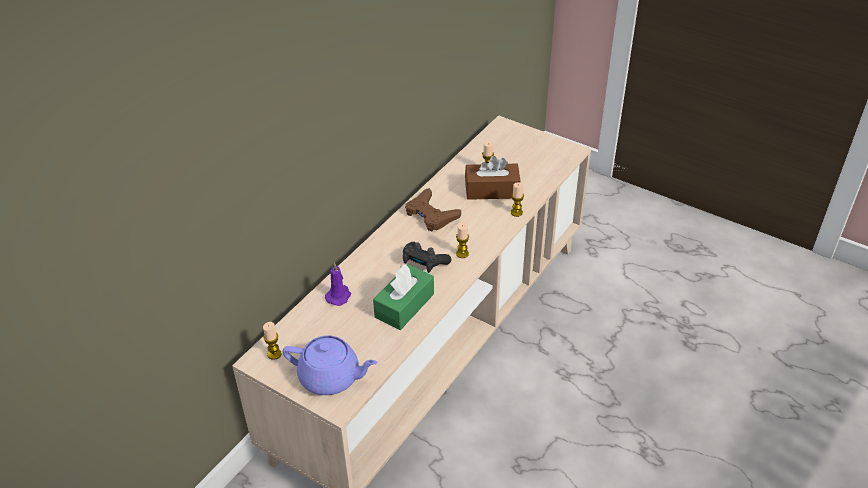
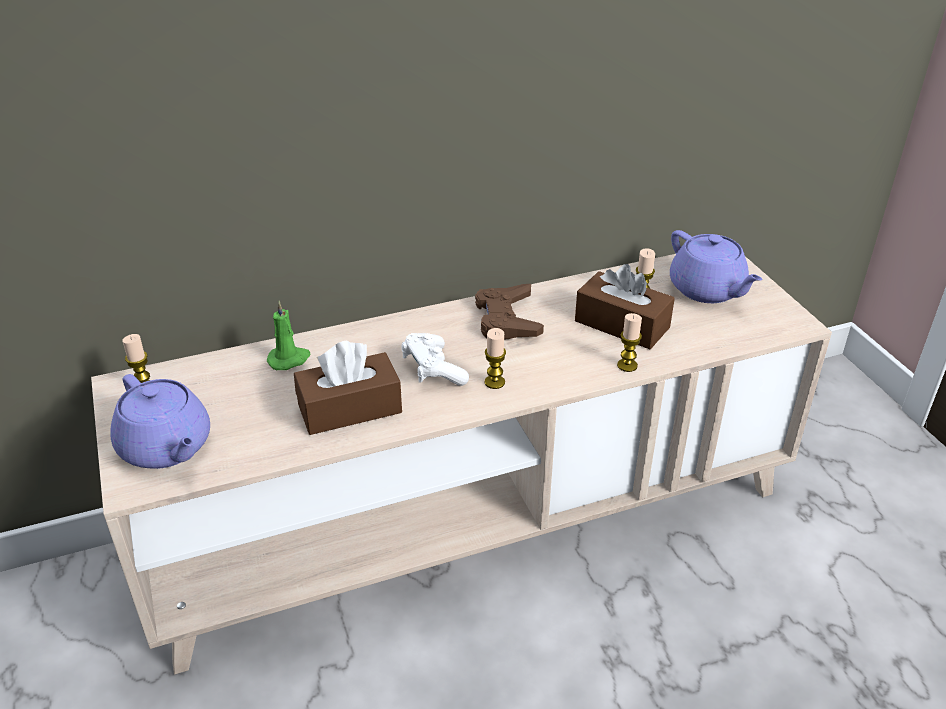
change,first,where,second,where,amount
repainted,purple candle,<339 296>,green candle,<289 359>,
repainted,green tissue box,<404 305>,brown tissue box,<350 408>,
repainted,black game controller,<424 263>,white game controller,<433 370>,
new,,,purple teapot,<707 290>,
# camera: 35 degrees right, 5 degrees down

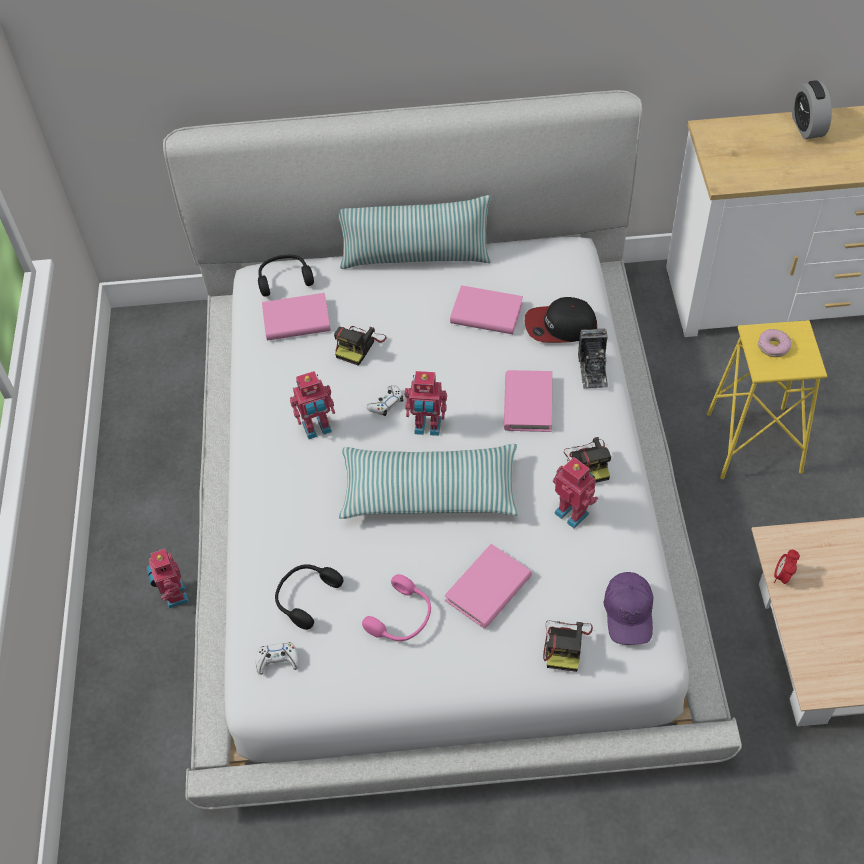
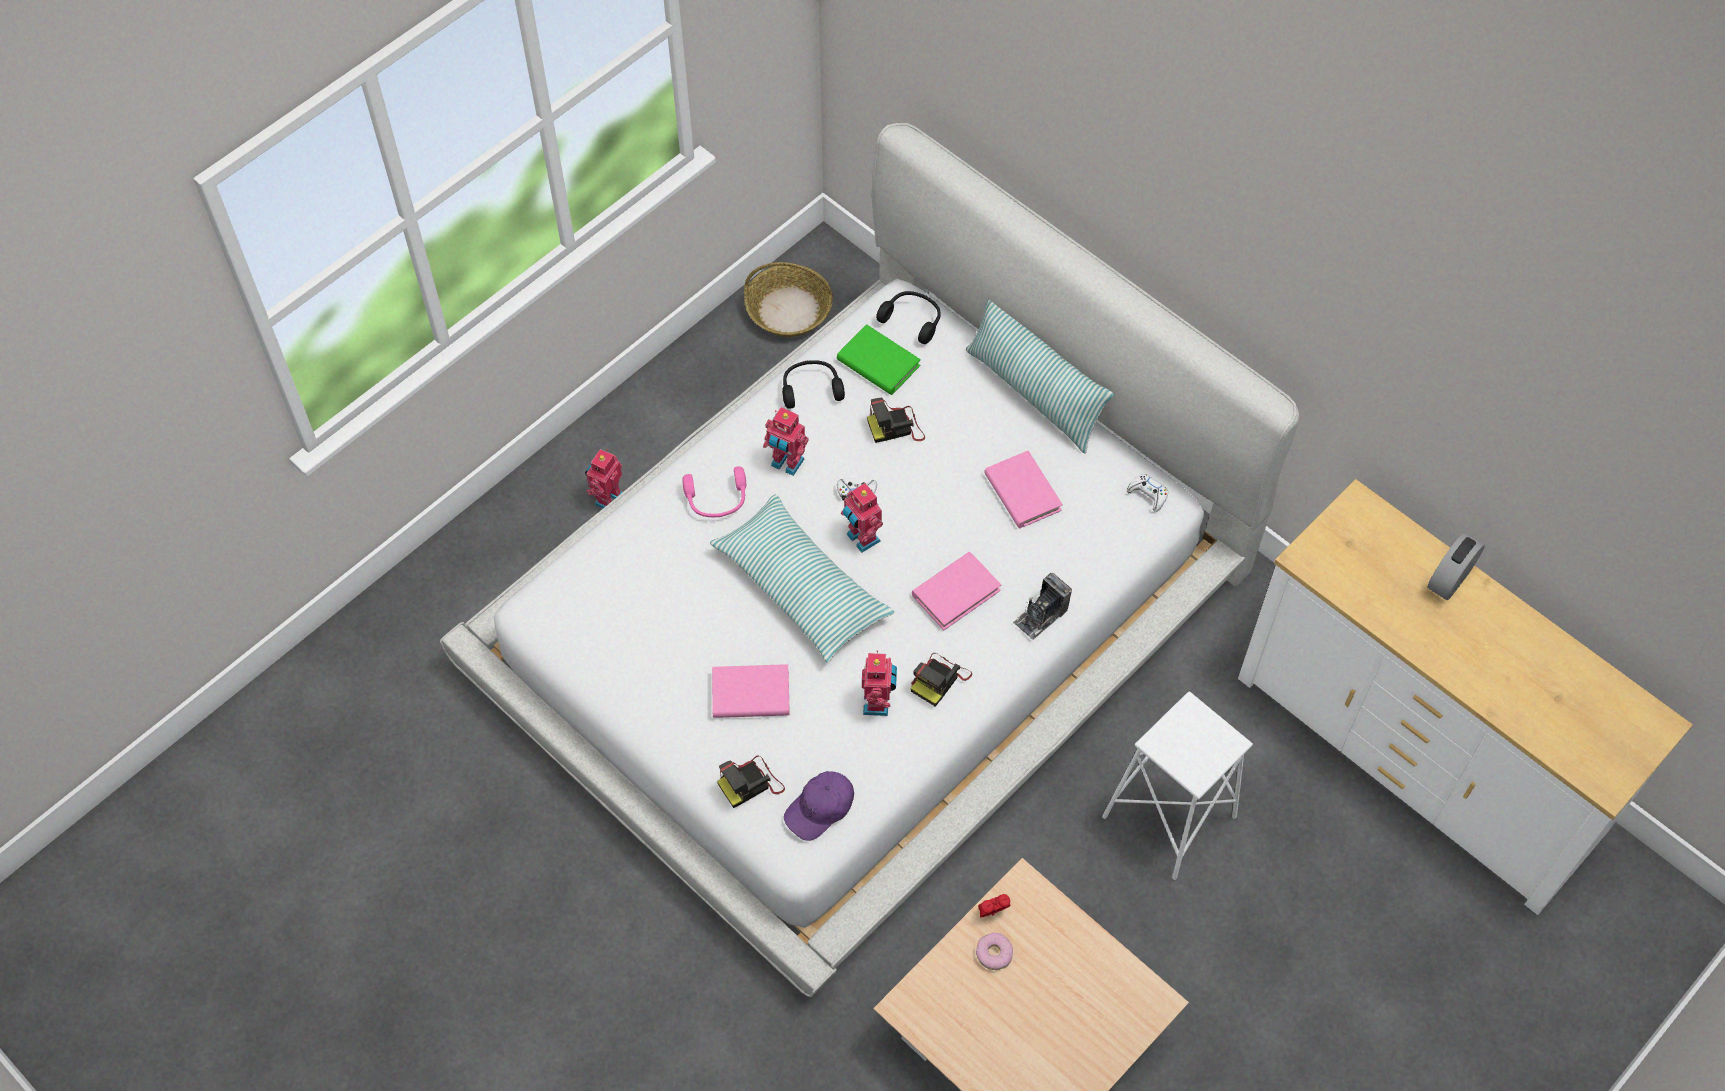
change,first,where,second,where,amount
shifted,white game controller,<278 661>,,<1148 495>,
repainted,pink book,<296 320>,green book,<878 363>,
shifted,black headphones,<305 597>,,<811 388>,
shifted,pink headphones,<402 618>,,<717 500>,
gone,cap,<560 326>,,,
repainted,yellow stool,<752 443>,white stool,<1169 817>,
shifted,donut,<773 346>,,<994 953>,
new,,,basket,<789 310>,
# camera: 45 degrees right, 5 degrees up

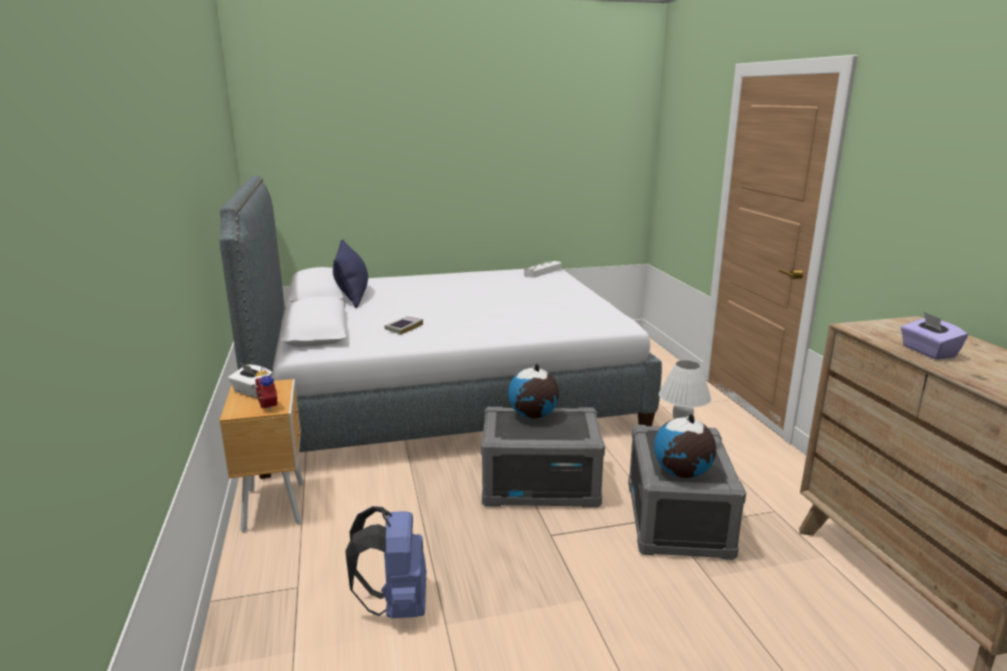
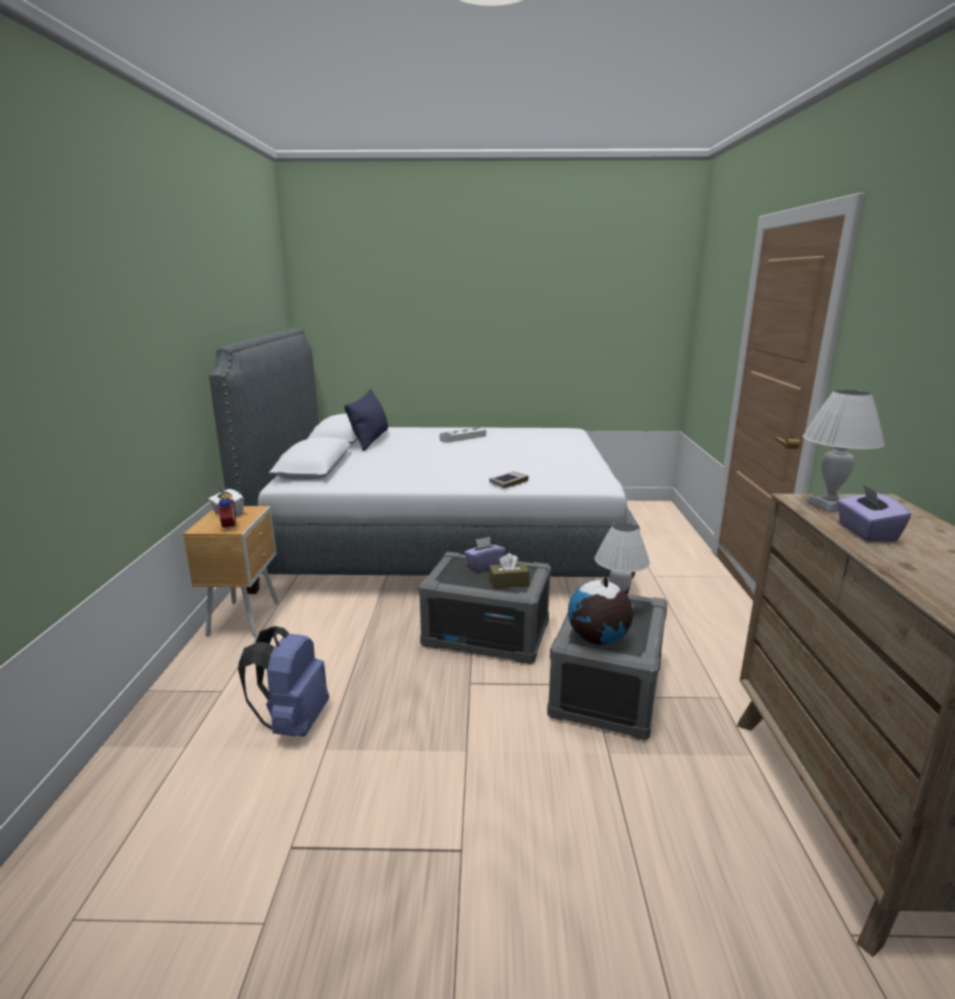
change,first,where,second,where,amount
shifted,book,<404 328>,,<508 482>,
swapped,globe,<533 416>,purple tissue box,<484 565>,
shifted,grey tray,<543 272>,,<463 438>,
new,,,brown tissue box,<508 582>,
new,,,white table lamp,<829 505>,
# camera: 15 degrees right, 0 degrees up

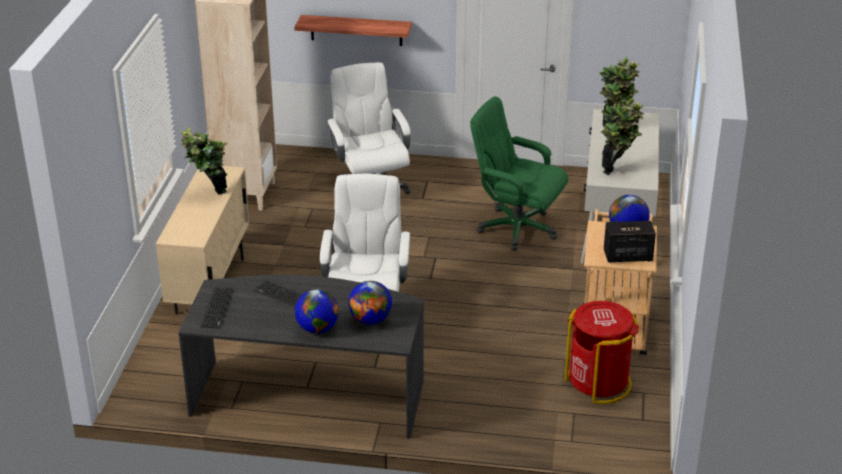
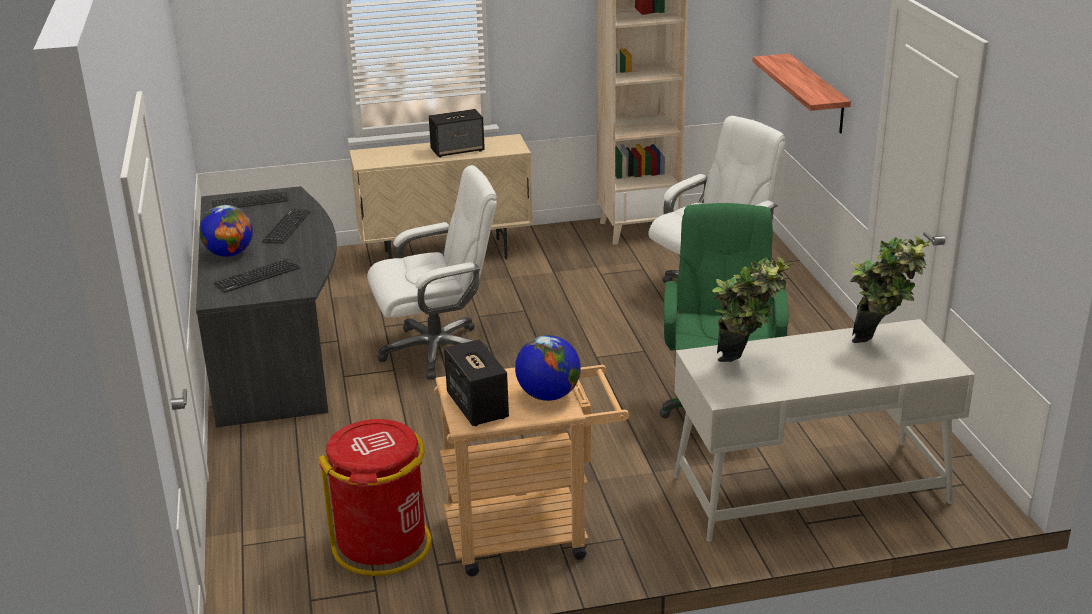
change,first,where,second,where,amount
swapped,potted plant,<209 195>,speaker,<458 150>,
swapped,globe,<370 320>,keyboard,<257 276>,
# camera: 70 degrees right, 5 degrees down

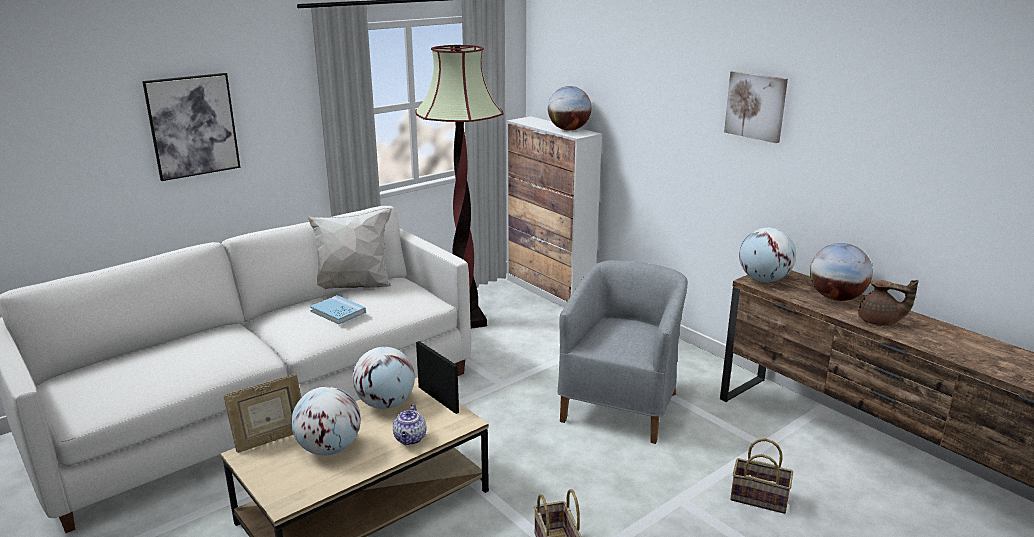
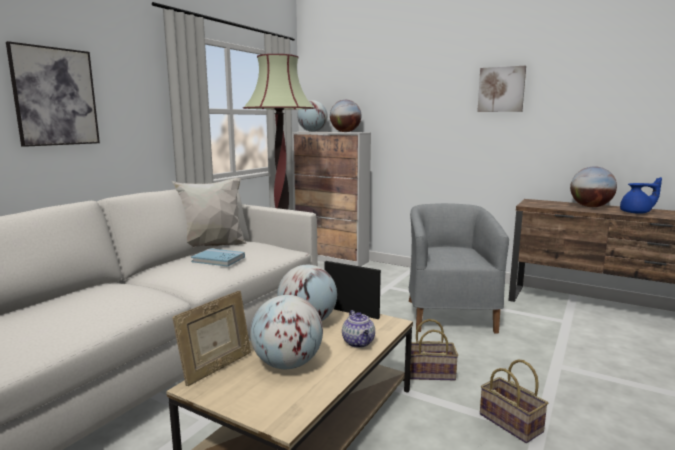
change,first,where,second,where,amount
shifted,basket,<760 498>,,<431 373>,
shifted,globe,<764 280>,,<312 131>,
repainted,brown teapot,<880 322>,blue teapot,<636 213>,
# camera: 20 degrees left, 10 degrees down

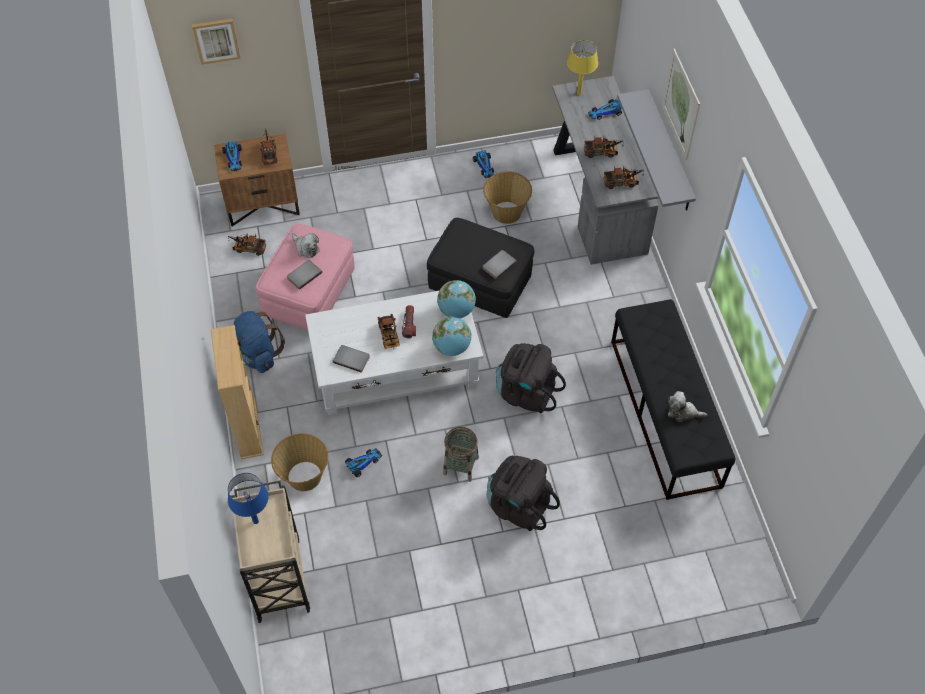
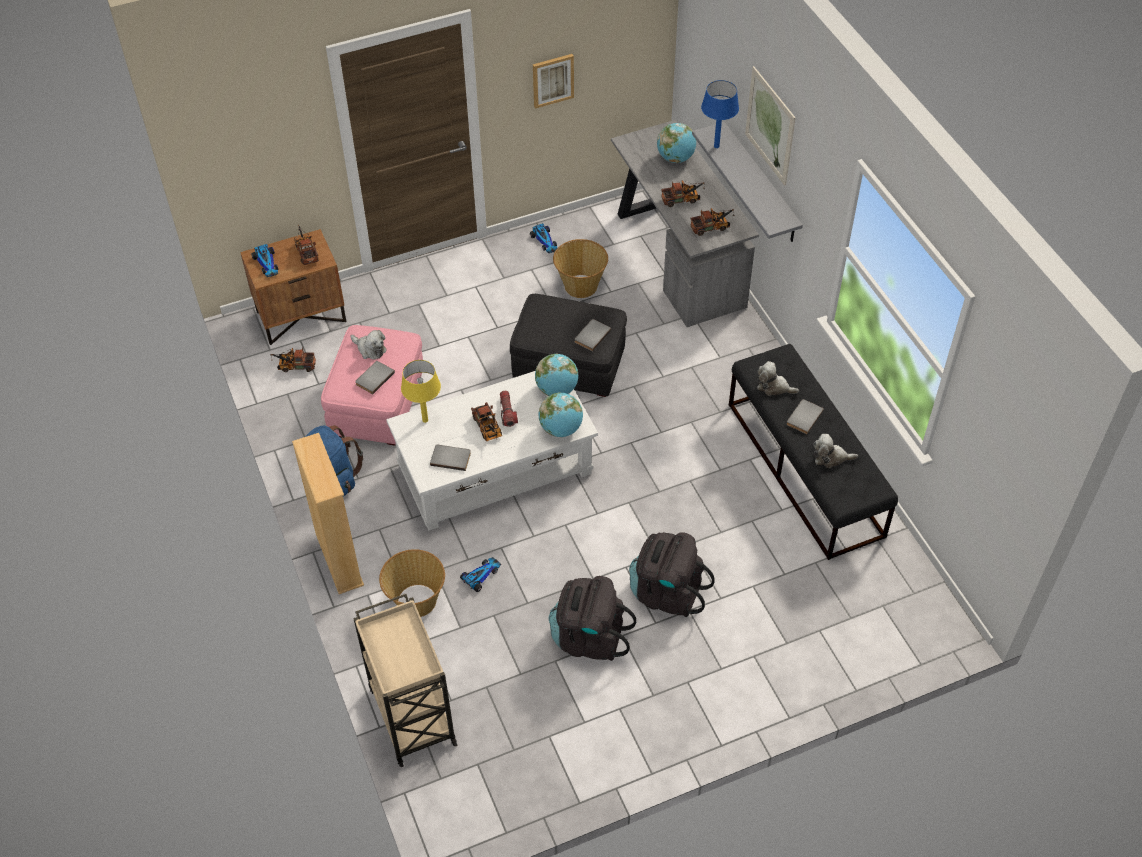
change,first,where,second,where,amount
shifted,picture,<216 40>,,<552 80>,
shifted,blue table lamp,<255 521>,,<716 146>,
gone,basket,<460 465>,,,
shifted,black backpack,<526 393>,,<589 638>,
shifted,yellow table lamp,<579 93>,,<425 420>,
swapped,toy car,<605 112>,globe,<675 158>,
new,,,plush toy,<774 387>,
new,,,grey book,<803 417>,
# camera: 10 degrees left, 5 degrees down

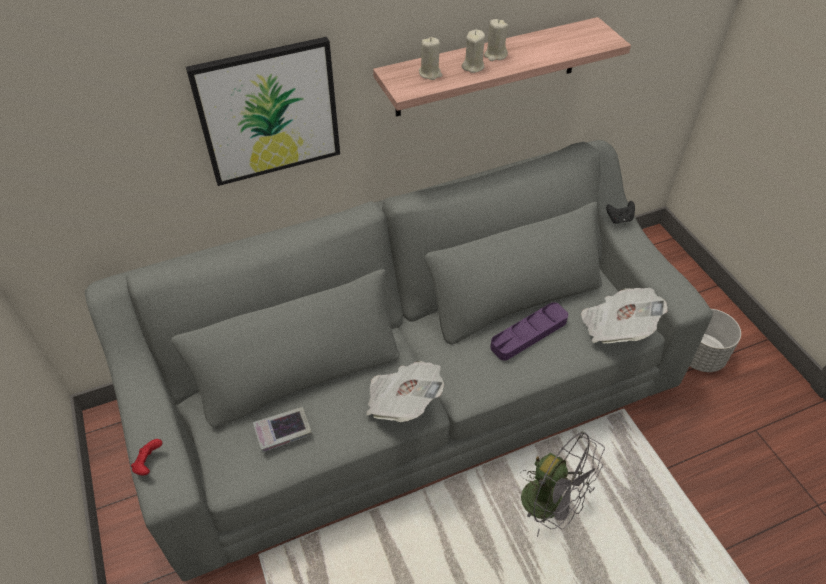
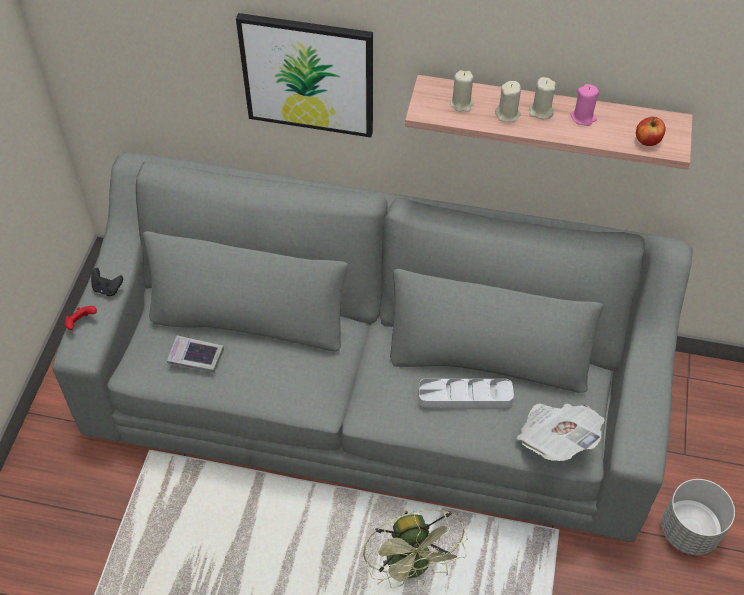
change,first,where,second,where,amount
gone,newspaper,<402 401>,,,
repainted,purple tray,<529 334>,grey tray,<465 396>,
repainted,grey fan,<551 504>,green fan,<413 567>,
shifted,black game controller,<619 219>,,<107 289>,
new,,,pink candle,<583 117>,
new,,,apple,<648 140>,
# camera: 35 degrees right, 5 degrees up

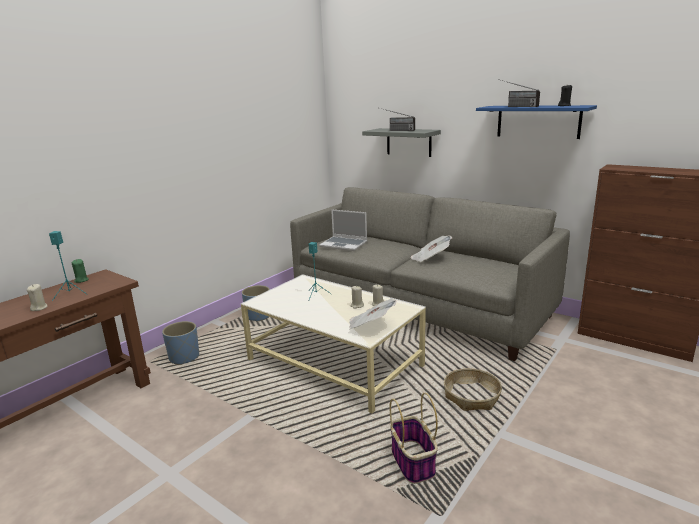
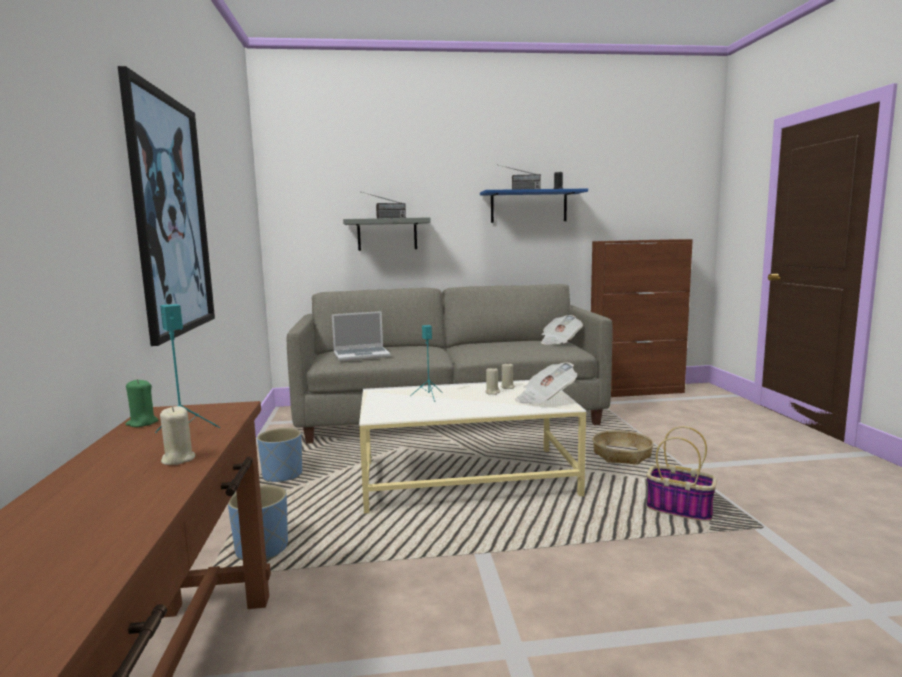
change,first,where,second,where,amount
shifted,newspaper,<430 259>,,<559 341>,
new,,,picture,<171 216>,
# camera: 45 degrees left, 10 degrees down

